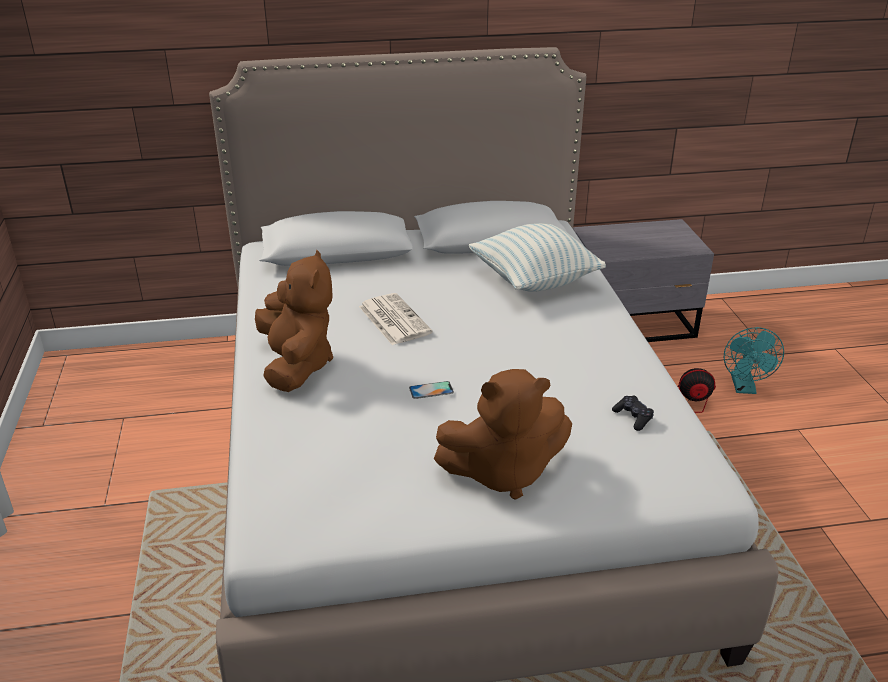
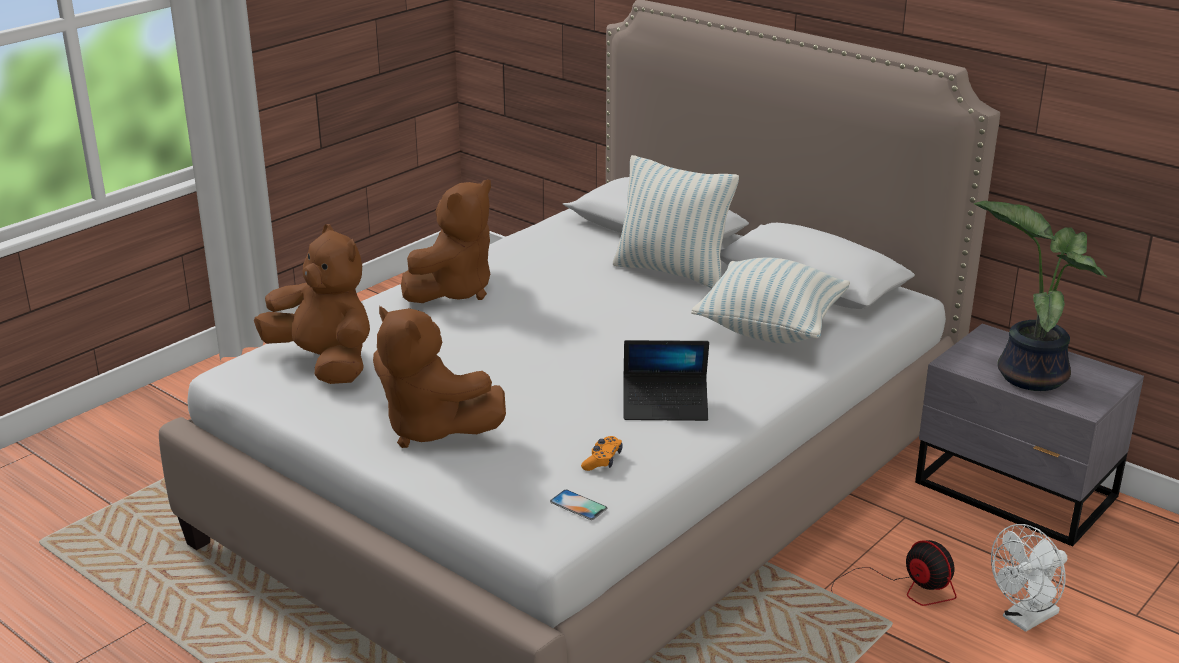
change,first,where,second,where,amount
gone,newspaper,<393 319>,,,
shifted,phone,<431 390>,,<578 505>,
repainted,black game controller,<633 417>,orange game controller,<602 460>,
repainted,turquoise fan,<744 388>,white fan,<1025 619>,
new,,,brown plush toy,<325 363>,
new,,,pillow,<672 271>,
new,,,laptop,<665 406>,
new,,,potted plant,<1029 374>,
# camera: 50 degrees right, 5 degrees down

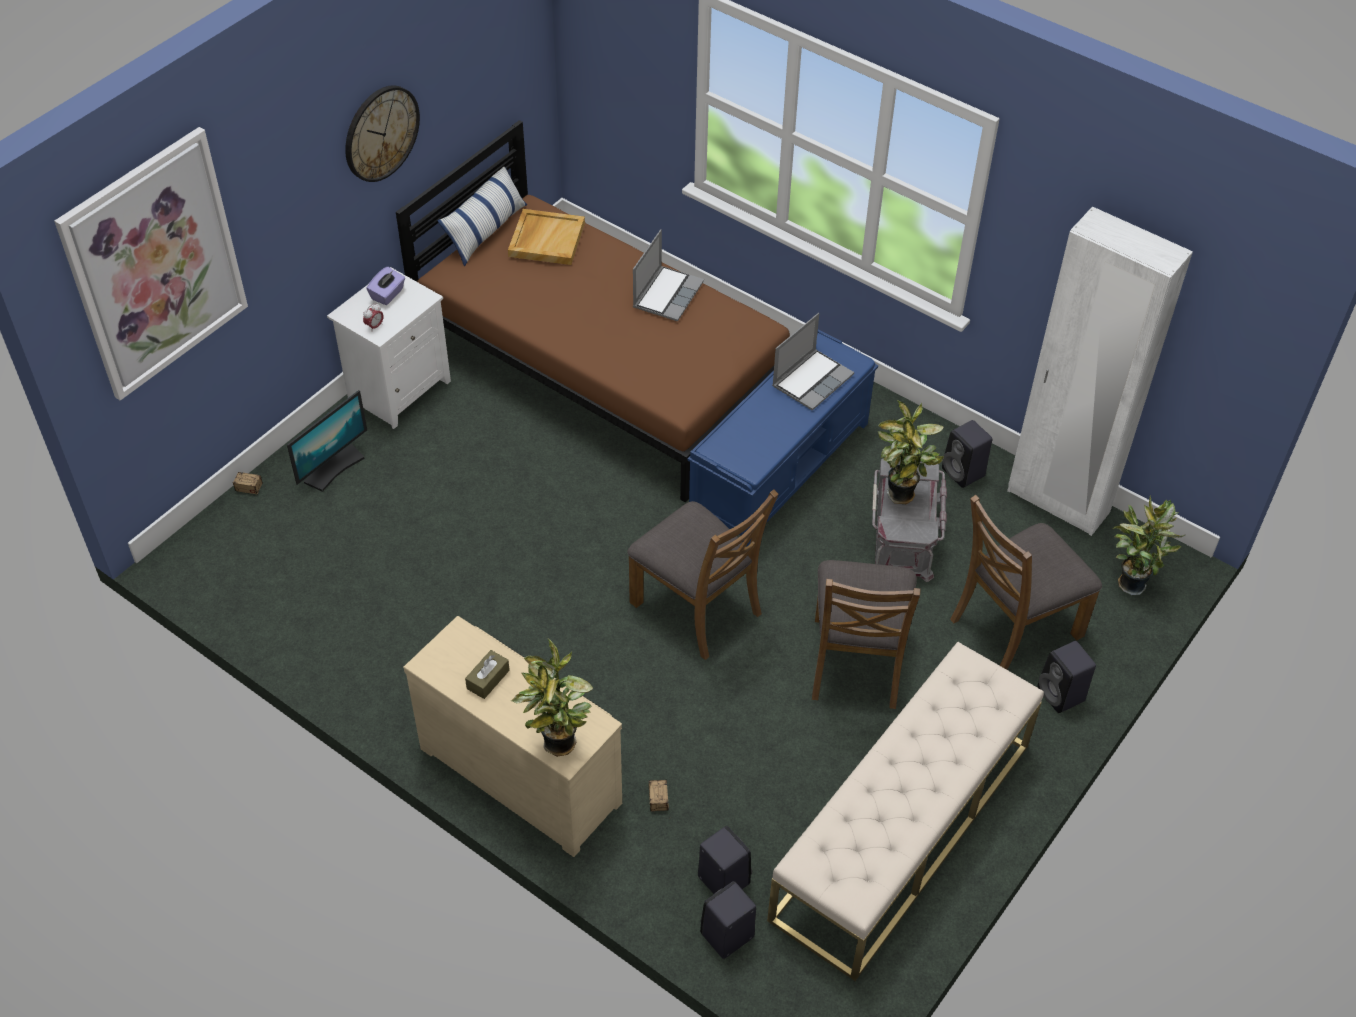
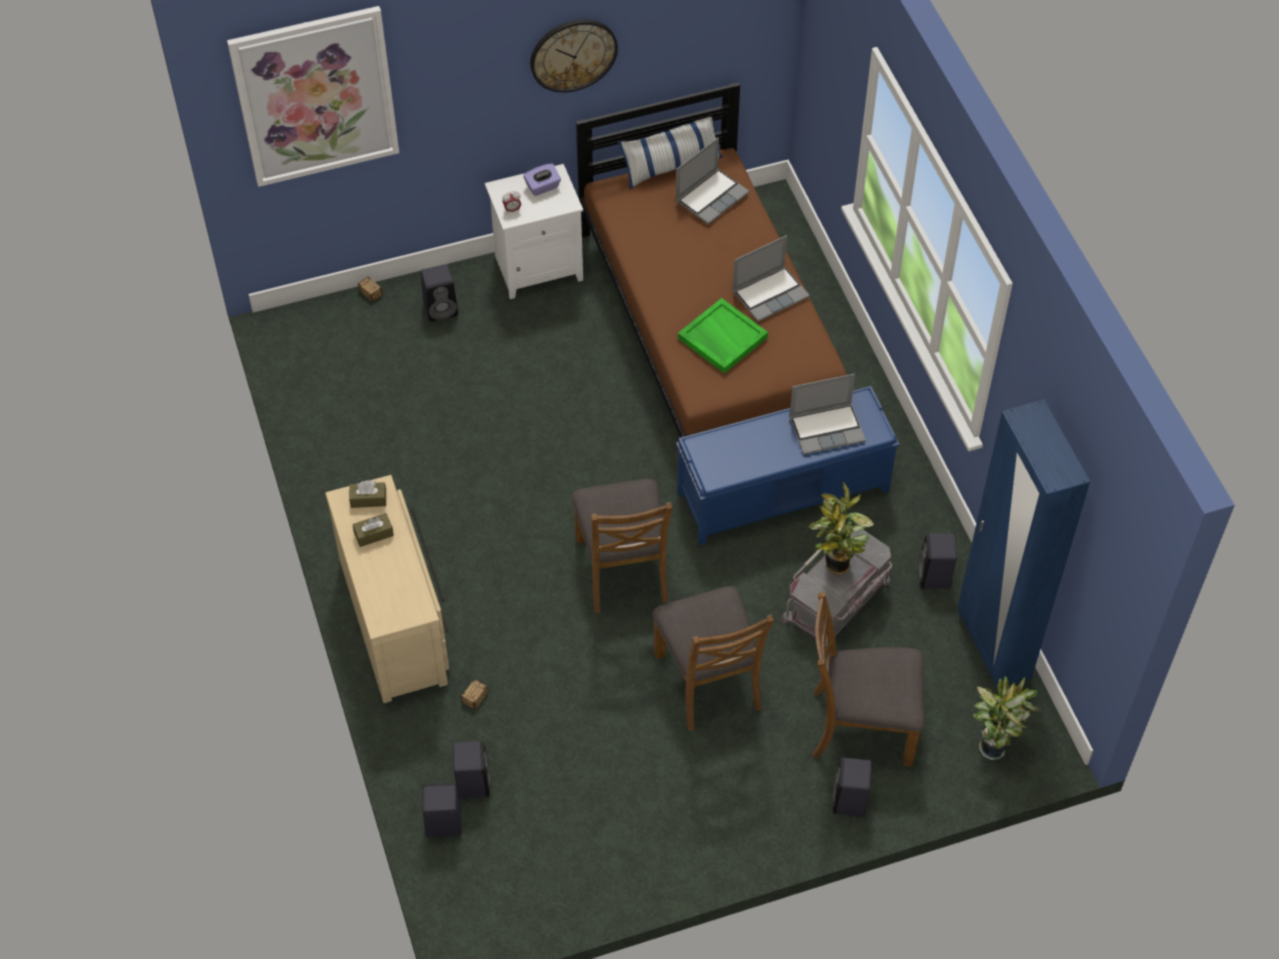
change,first,where,second,where,amount
swapped,monitor,<333 468>,black speaker,<442 308>,
swapped,beige tray,<546 239>,laptop,<711 196>,
gone,potted plant,<558 746>,,,
gone,beige bench,<902 831>,,,
rotated,brown chair,<856 662>,,<709 680>,60 degrees counterclockwise
repainted,white wardrobe,<1057 502>,blue wardrobe,<993 645>,
new,,,brown tissue box,<368 499>,
new,,,green tray,<721 338>,
# camera: 35 degrees right, 5 degrees up

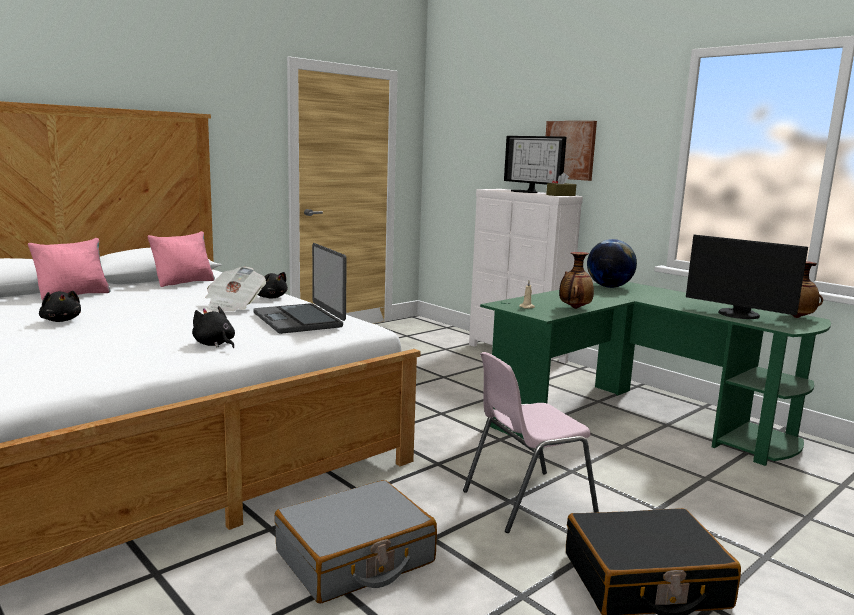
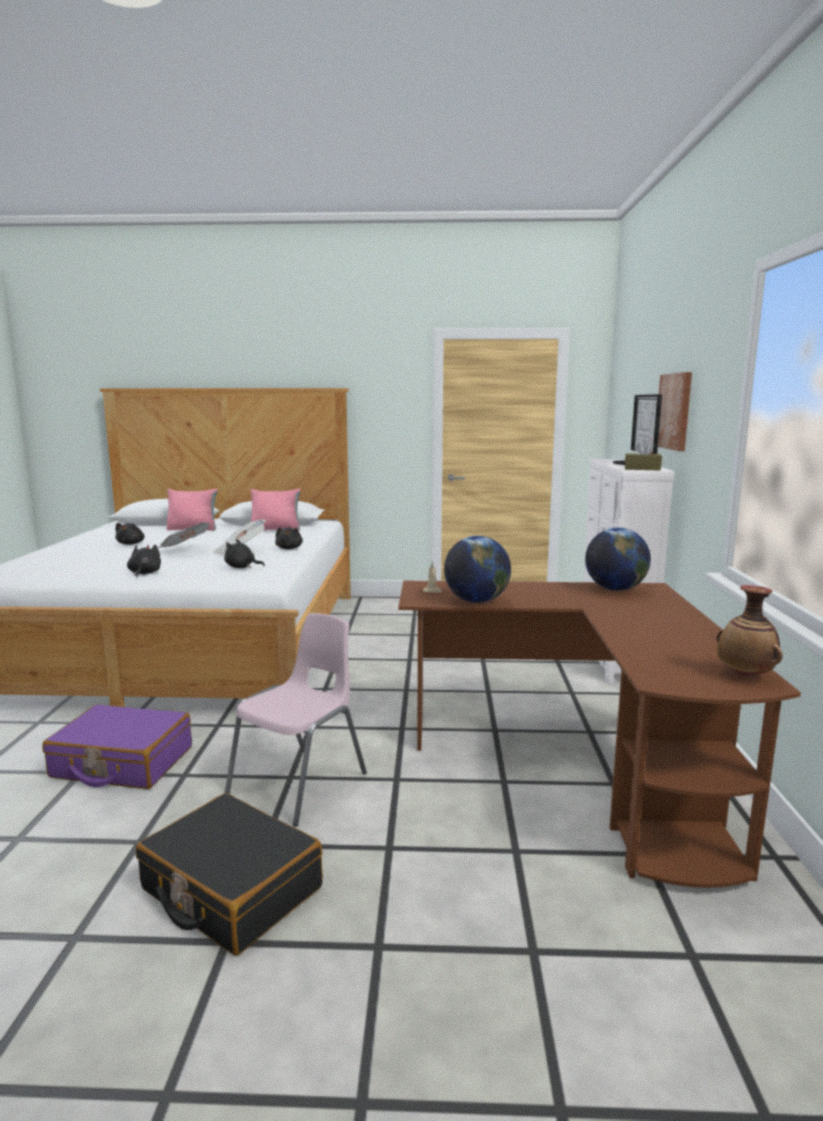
change,first,where,second,where,amount
swapped,laptop,<299 320>,black plush toy,<241 567>,
repainted,grey suitcase,<355 558>,purple suitcase,<122 763>,
rotated,pink chair,<526 501>,,<301 783>,105 degrees clockwise
repainted,green desk,<635 421>,brown desk,<583 765>,
swapped,vase,<574 308>,globe,<476 601>,
gone,monitor,<738 315>,,,
new,,,newspaper,<185 549>,
# camera: 45 degrees right, 0 degrees up

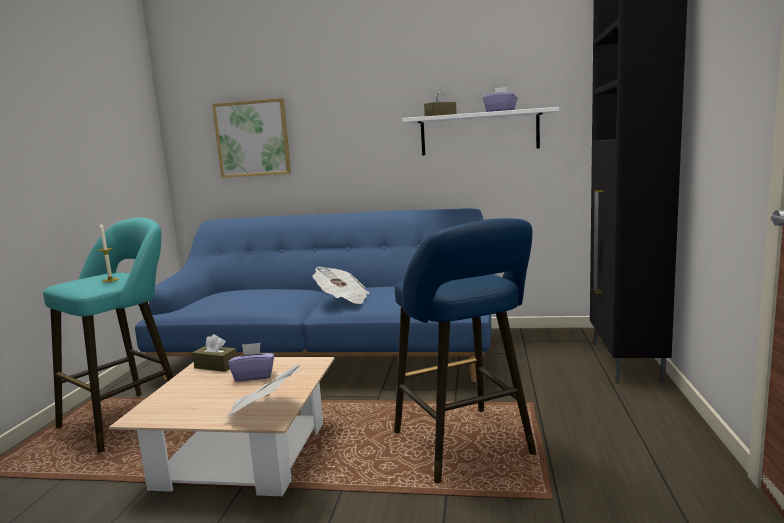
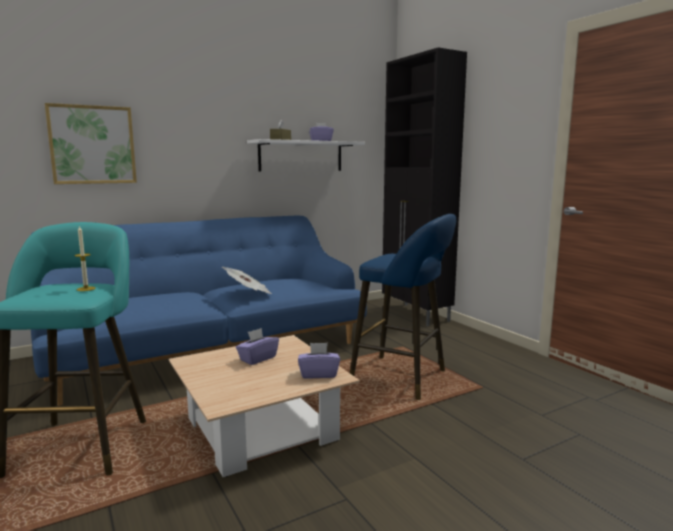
change,first,where,second,where,amount
gone,brown tissue box,<216 366>,,,
swapped,newspaper,<264 410>,purple tissue box,<318 374>,
# camera: 40 degrees left, 0 degrees up

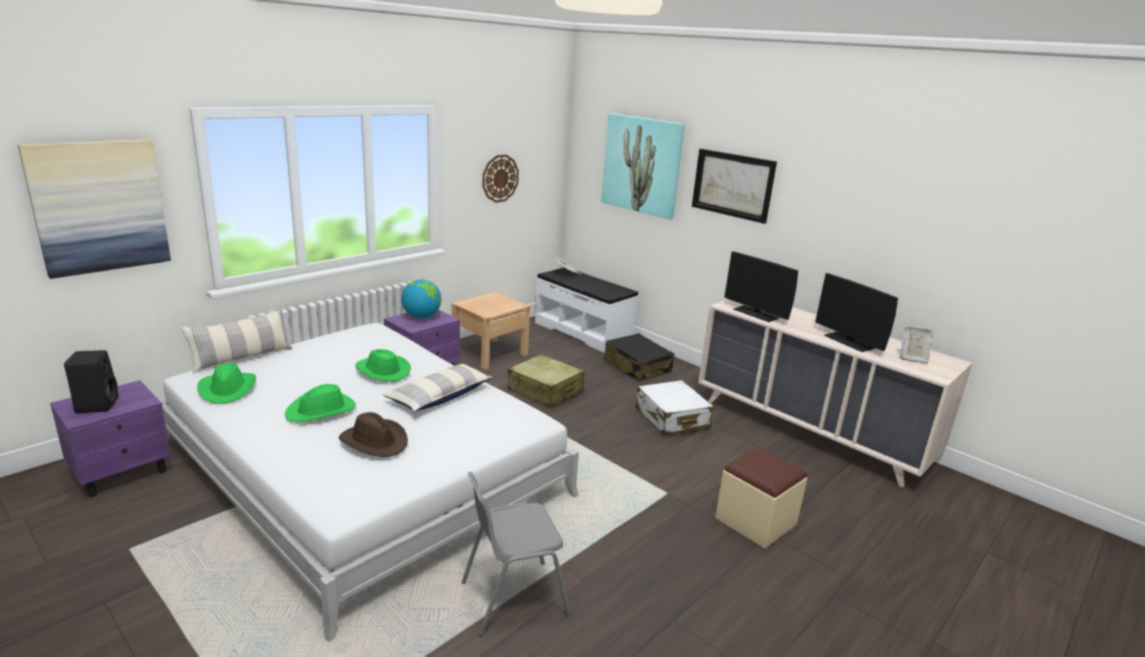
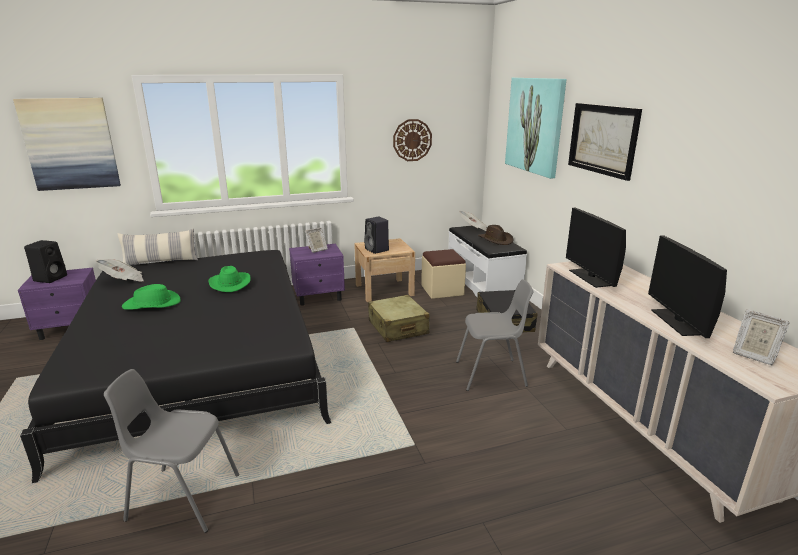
change,first,where,second,where,amount
repainted,white bed,<363 470>,black bed,<199 360>,
swapped,green hat,<228 389>,newspaper,<123 280>,
shifted,brown hat,<374 441>,,<496 240>,
gone,pillow,<439 396>,,,
swapped,globe,<421 317>,picture frame,<317 250>,
swapped,white suitcase,<671 419>,grey chair,<491 374>,
shifted,beige ottoman,<755 521>,,<442 290>,
new,,,black speaker,<377 250>,
# camera: 30 degrees right, 0 degrees up

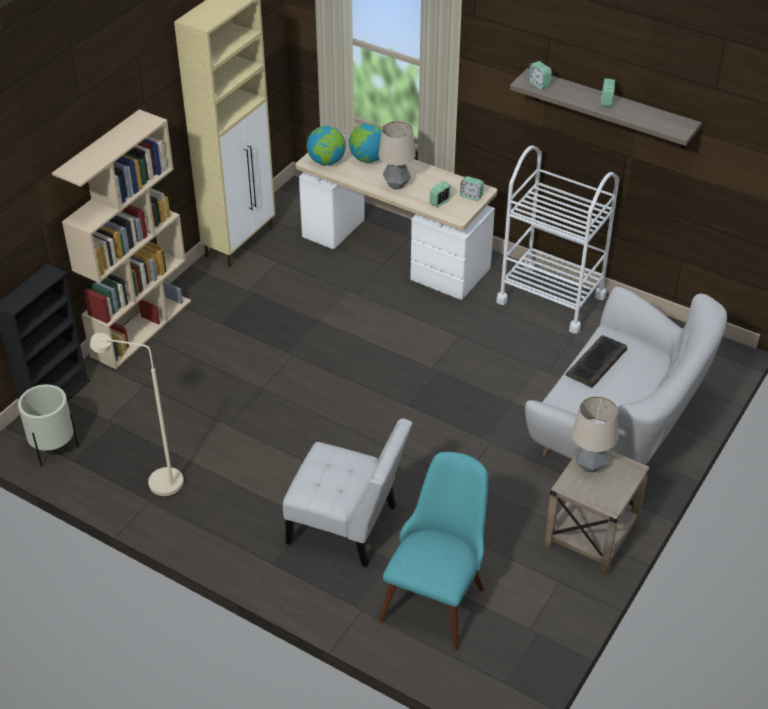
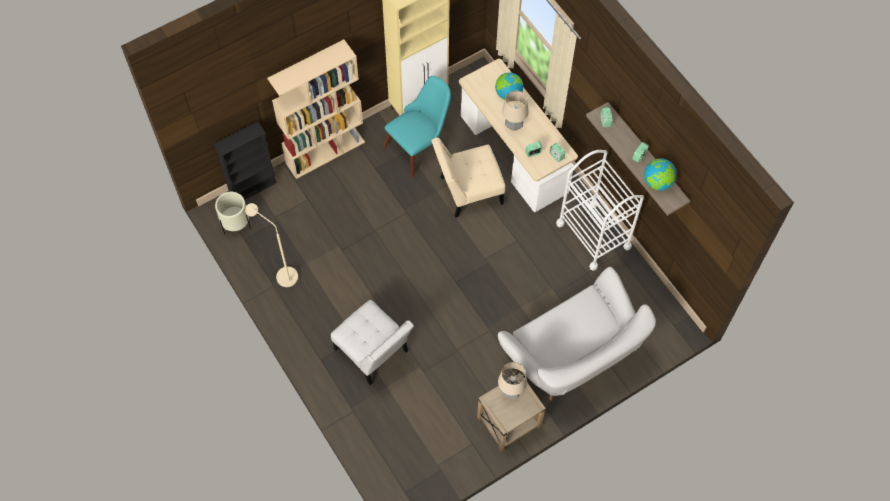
change,first,where,second,where,amount
shifted,globe,<326 161>,,<657 182>,
shifted,turquoise chair,<437 594>,,<420 145>,
gone,keyboard,<596 363>,,,
new,,,beige chair,<467 191>,
# camera: 25 degrees right, 20 degrees up

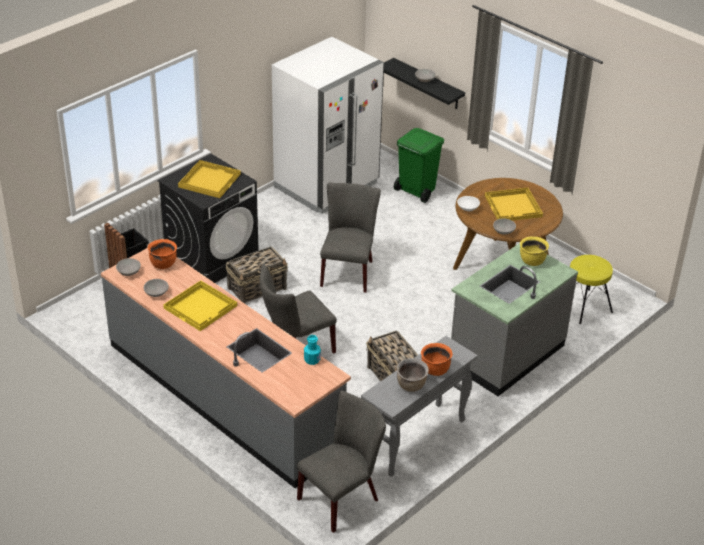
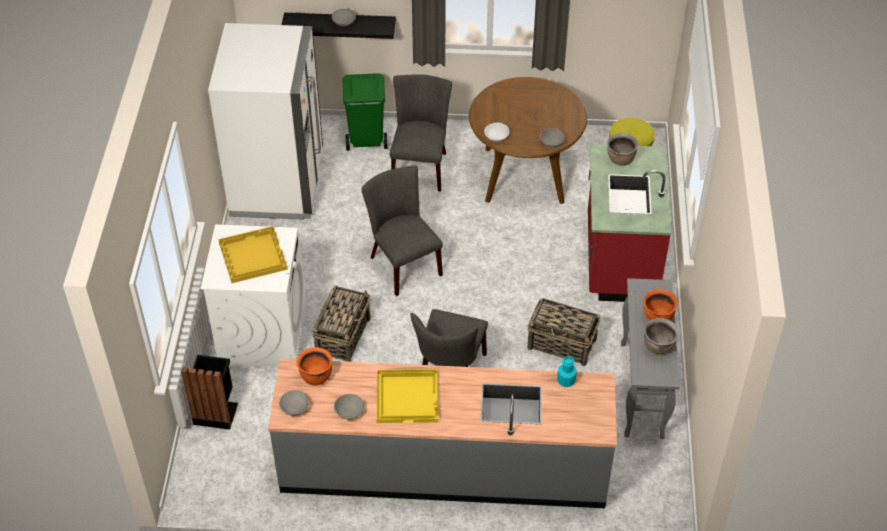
change,first,where,second,where,amount
repainted,black washing machine,<212 258>,white washing machine,<263 332>,
shifted,grey chair,<342 497>,,<420 166>,
repainted,grey counter,<505 354>,red counter,<619 258>,
gone,yellow tray,<514 206>,,,
repainted,yellow cooking pot,<532 261>,brown cooking pot,<620 160>,
# camera: 40 degrees left, 10 degrees up

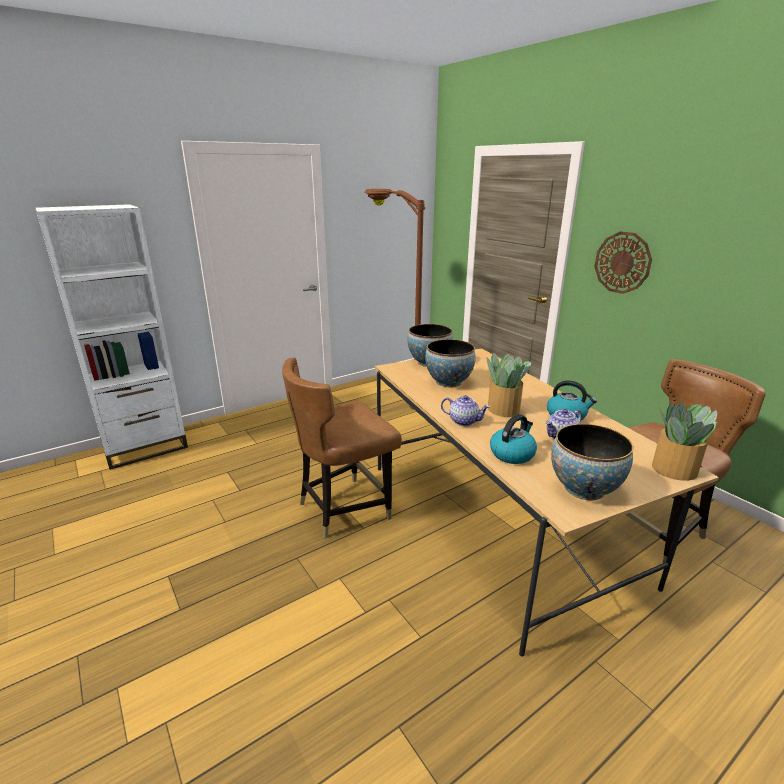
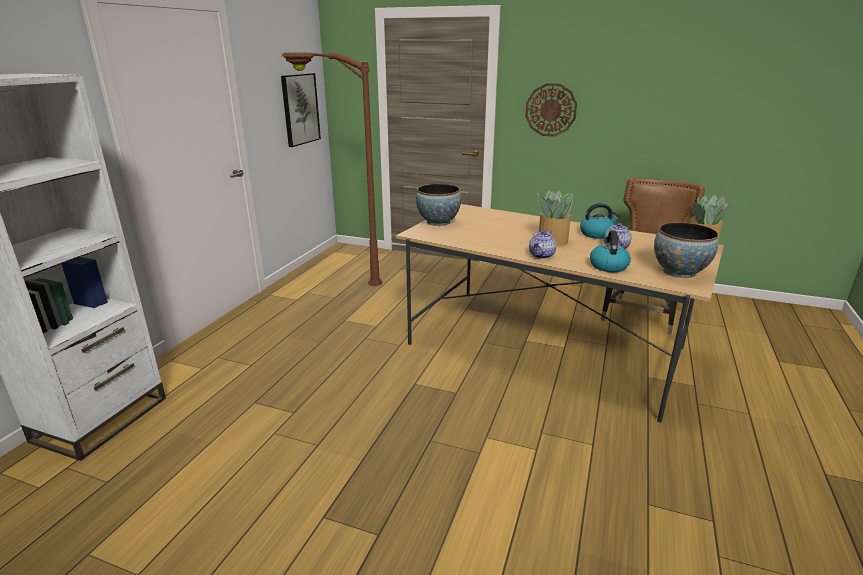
change,first,where,second,where,amount
gone,brown chair,<343 508>,,,
gone,bowl,<448 382>,,,
rotated,teapot,<464 421>,,<542 255>,135 degrees clockwise
new,,,picture,<300 109>,
# camera: 35 degrees left, 0 degrees up

